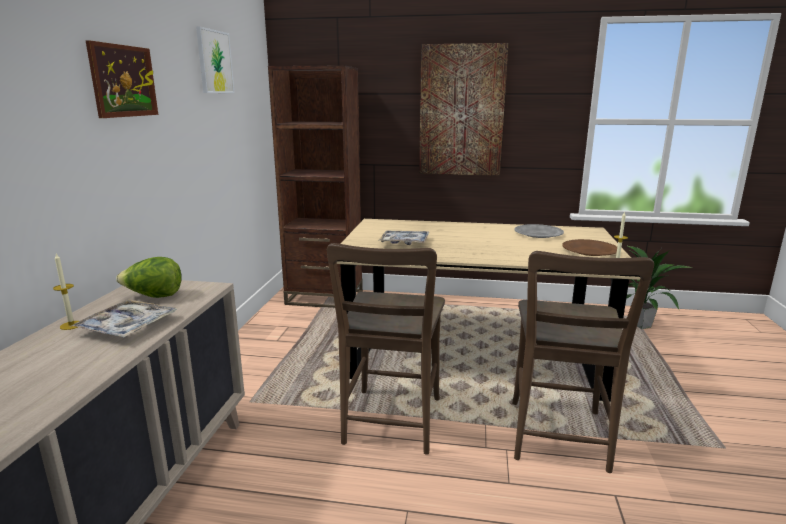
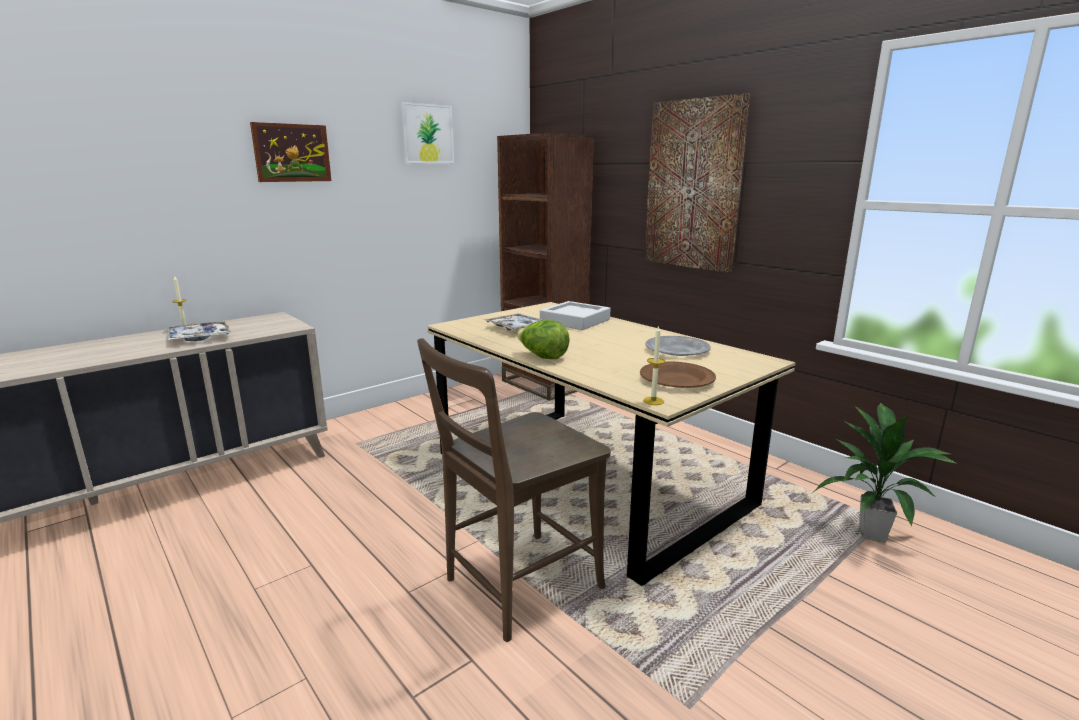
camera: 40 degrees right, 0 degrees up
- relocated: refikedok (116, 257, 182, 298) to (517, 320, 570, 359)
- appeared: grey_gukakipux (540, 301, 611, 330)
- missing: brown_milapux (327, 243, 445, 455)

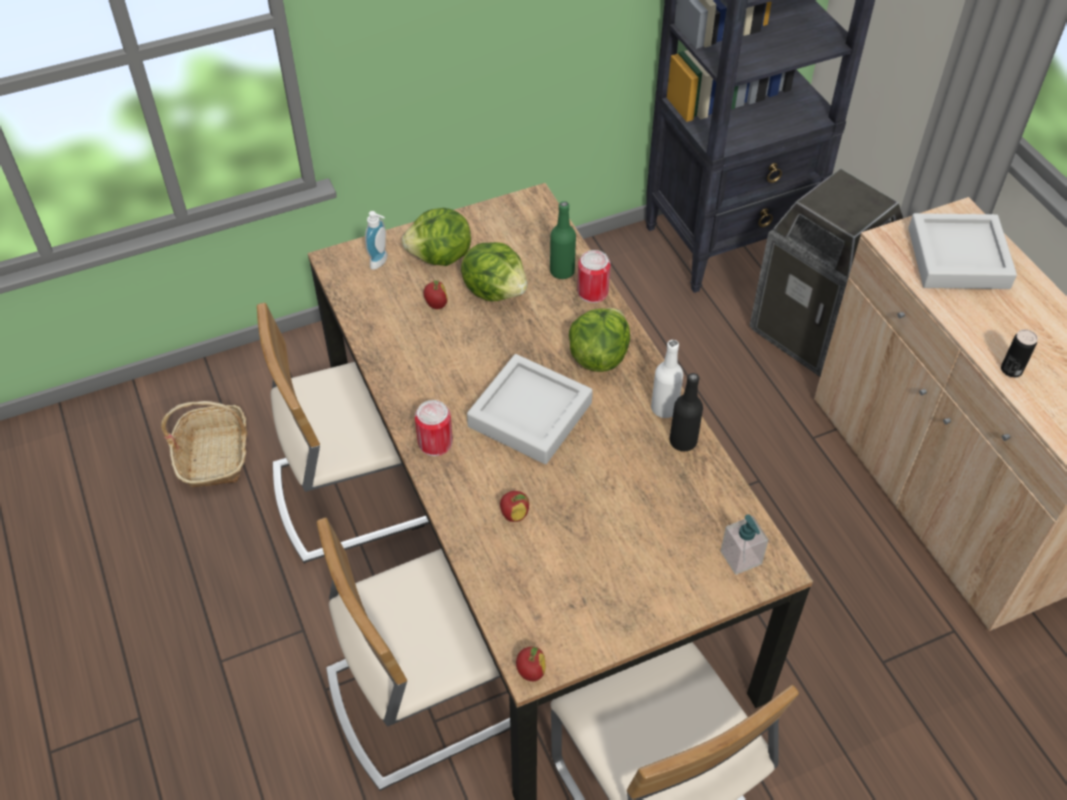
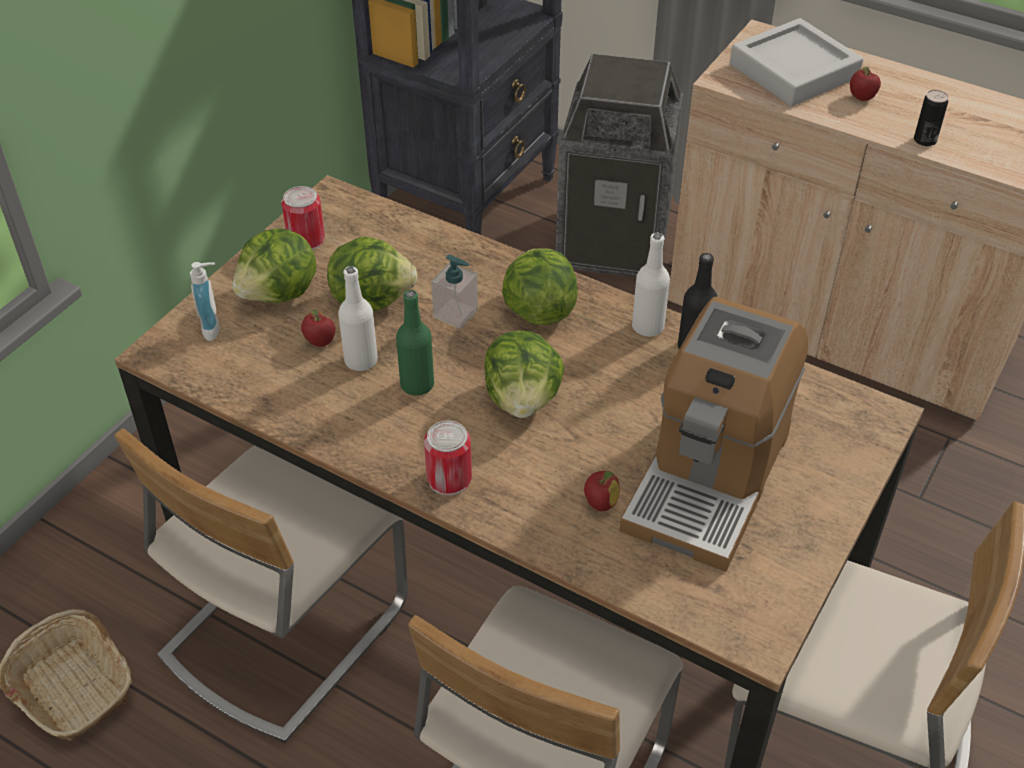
camera: 35 degrees left, 5 degrees down
- relocated: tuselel (577, 250, 611, 303) to (281, 186, 325, 250)
- appeared: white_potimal (338, 266, 378, 371)
- relocated: green_potimal (550, 201, 576, 279) to (396, 290, 434, 396)
- relocated: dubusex (721, 514, 769, 575) to (431, 255, 478, 329)
- exchanged: grey_gukakipux (467, 354, 593, 464) to refikedok (484, 330, 565, 418)
- appeared: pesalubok (619, 297, 808, 572)
- relocated: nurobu (516, 647, 546, 681) to (850, 67, 881, 101)

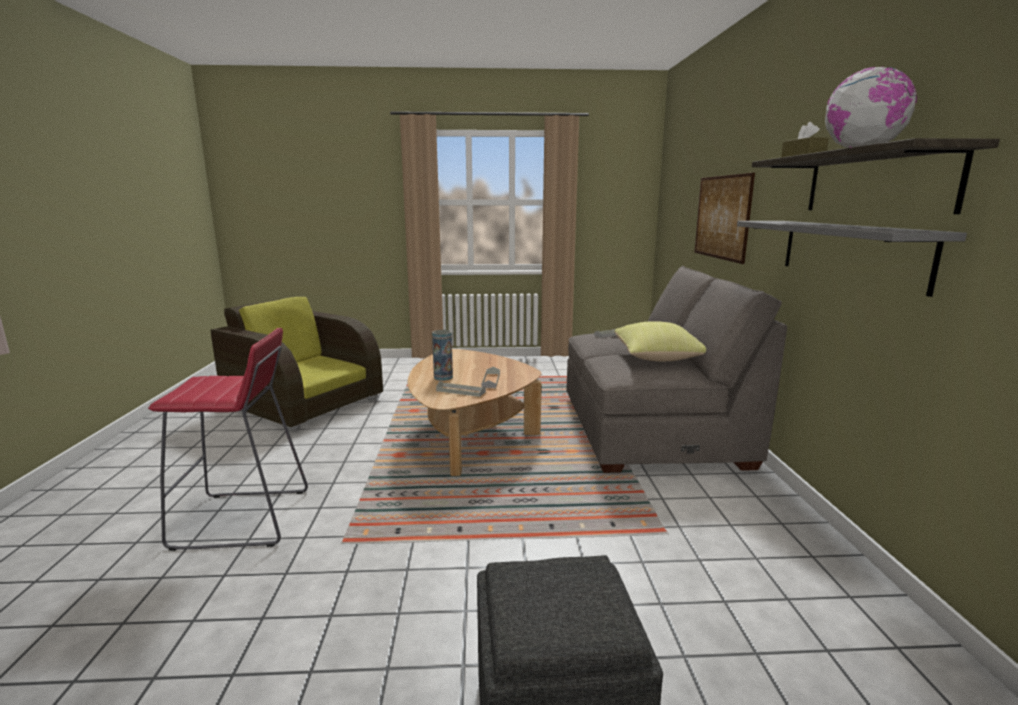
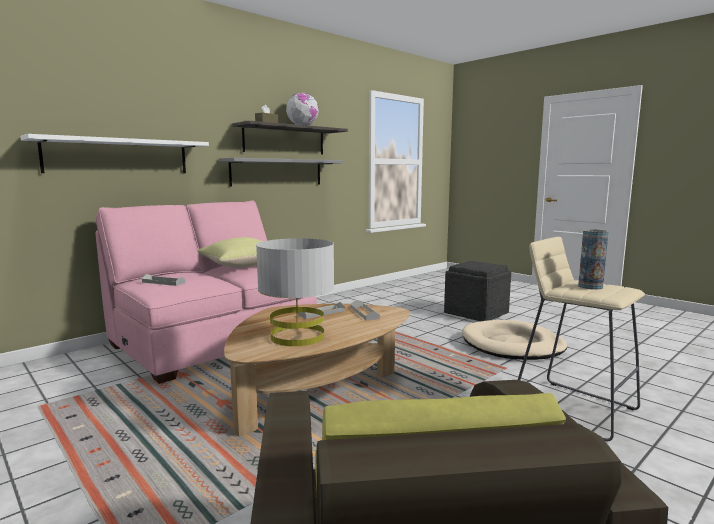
camera: 130 degrees left, 5 degrees down
- exchanged: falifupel (694, 173, 755, 264) to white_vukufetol (20, 134, 209, 173)
- colour: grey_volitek (566, 266, 787, 473) to pink_volitek (95, 201, 317, 384)
- appeared: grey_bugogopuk (256, 238, 334, 346)
- appeared: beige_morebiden (462, 320, 567, 360)
- colour: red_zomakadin (148, 328, 308, 551) to beige_zomakadin (518, 237, 645, 442)
- relocated: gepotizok (432, 330, 453, 381) to (578, 229, 609, 290)

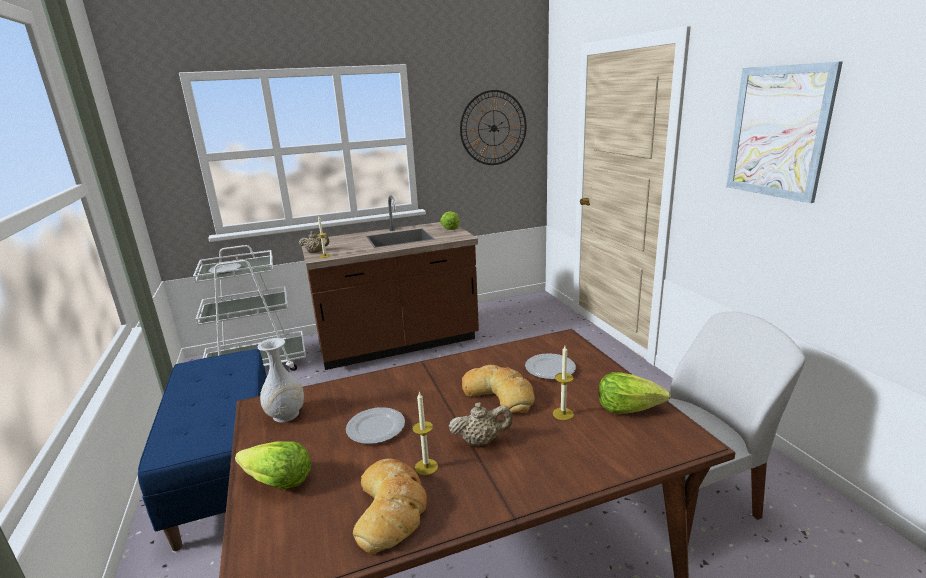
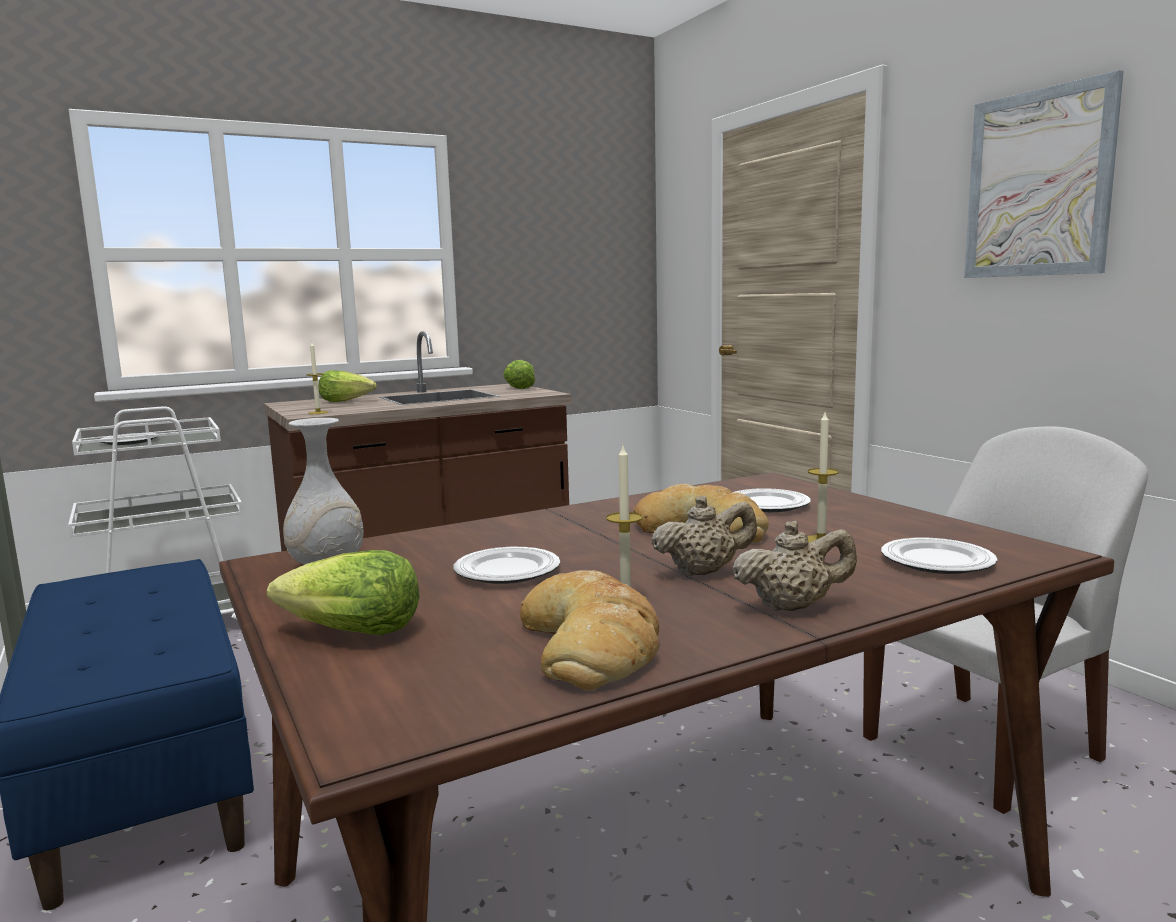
camera: 10 degrees left, 10 degrees down
- relocated: refikedok (599, 372, 671, 414) to (319, 370, 377, 402)
- relocated: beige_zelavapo (299, 231, 329, 253) to (732, 521, 857, 611)
- appeared: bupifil (881, 538, 998, 574)
- missing: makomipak (460, 90, 527, 165)

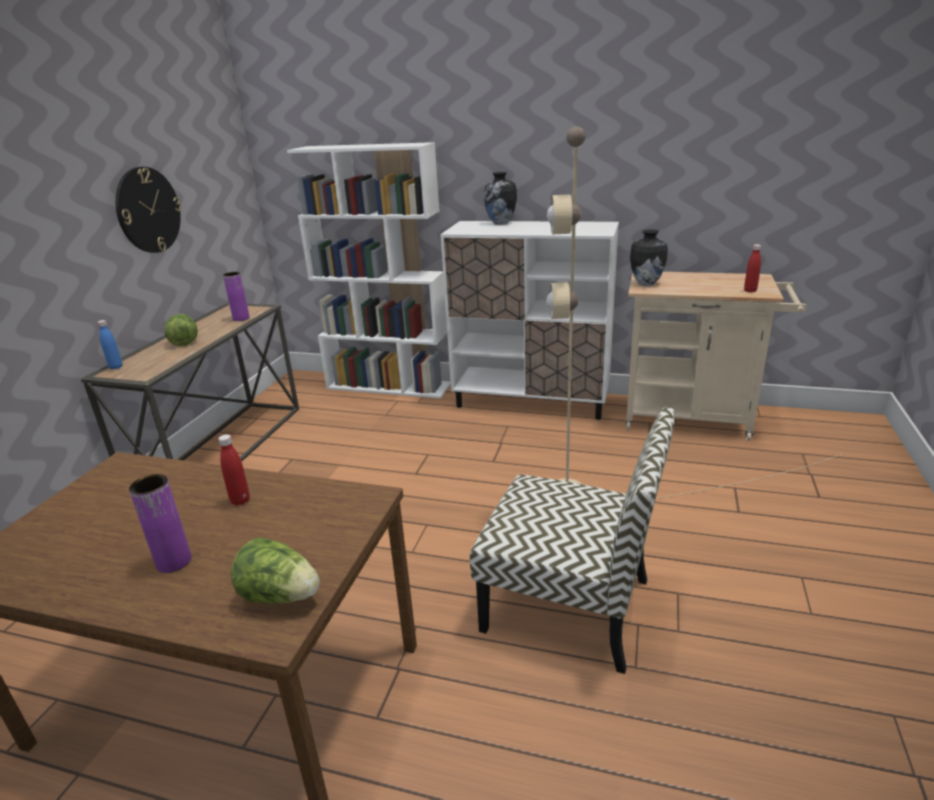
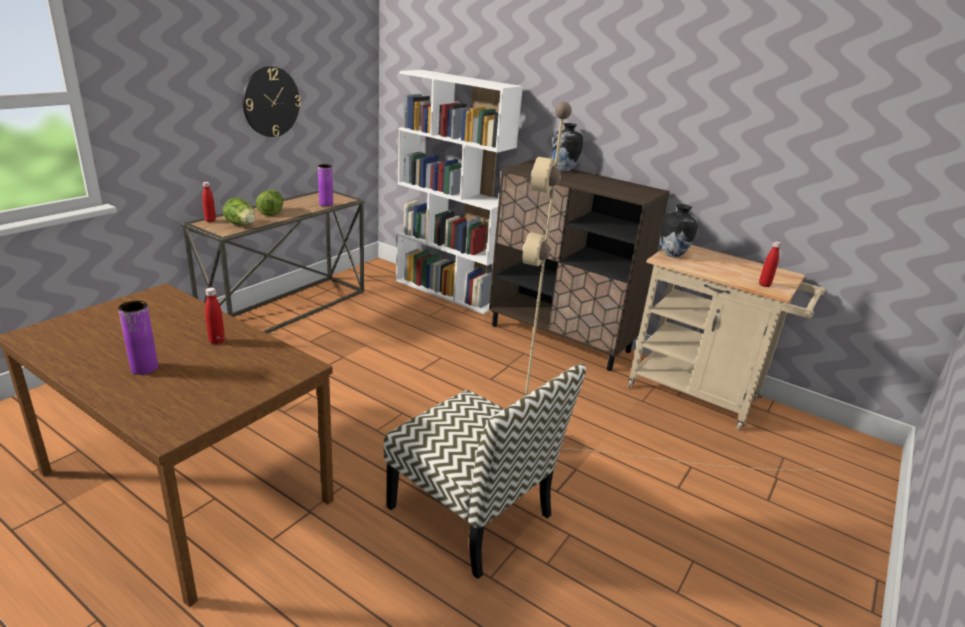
camera: 15 degrees right, 0 degrees up
- colour: blue_potimal (97, 320, 122, 369) to red_potimal (202, 182, 216, 222)
- relocated: refikedok (231, 538, 320, 604) to (223, 197, 256, 225)
- colour: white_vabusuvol (441, 221, 619, 420) to brown_vabusuvol (489, 160, 670, 371)

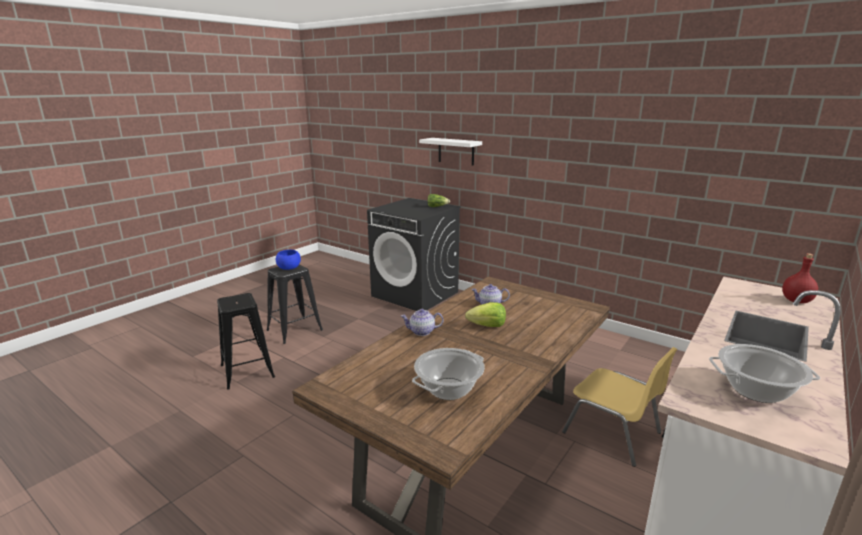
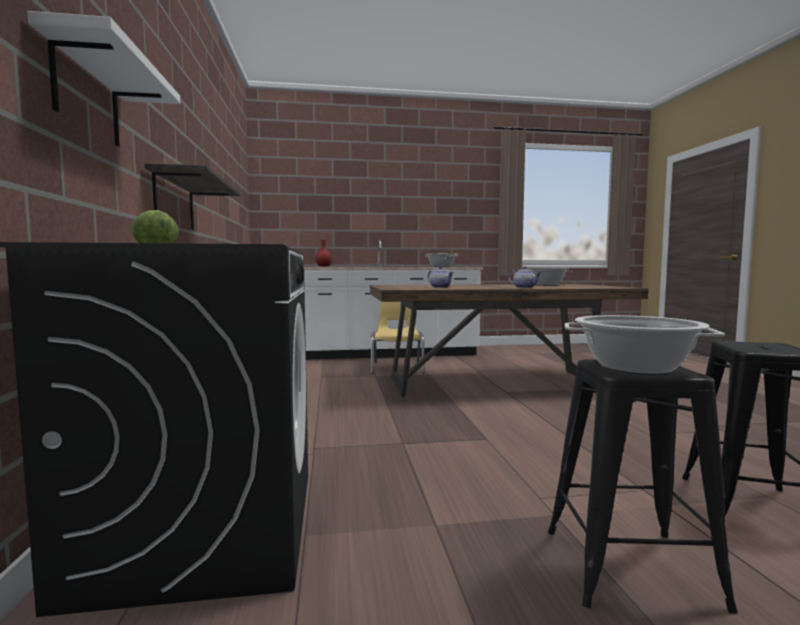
camera: 135 degrees left, 15 degrees down
- appeared: vukufetol (144, 163, 241, 229)
- exchanged: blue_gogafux (276, 250, 301, 270) to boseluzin (564, 315, 725, 375)
- missing: refikedok (465, 302, 506, 327)

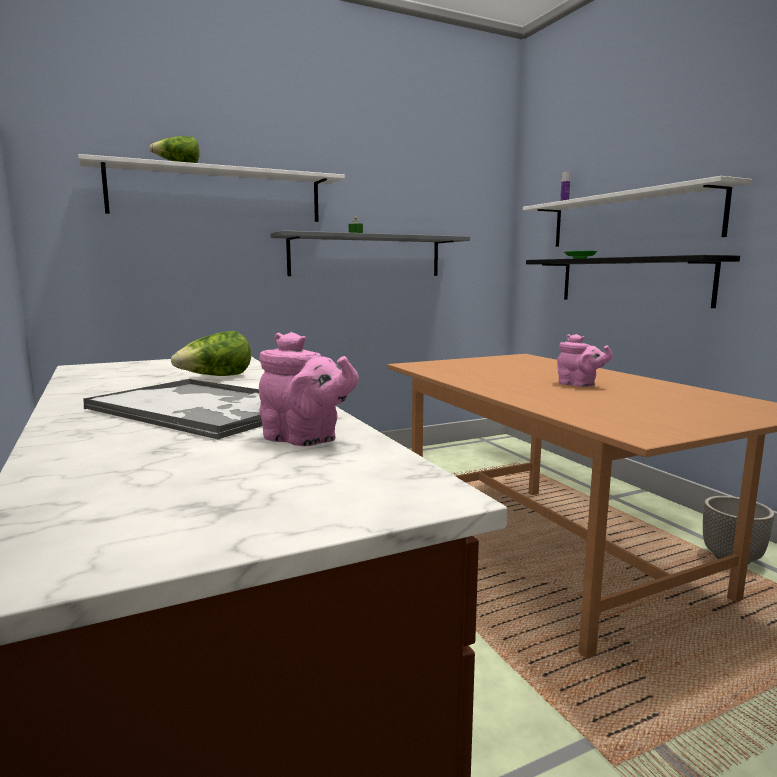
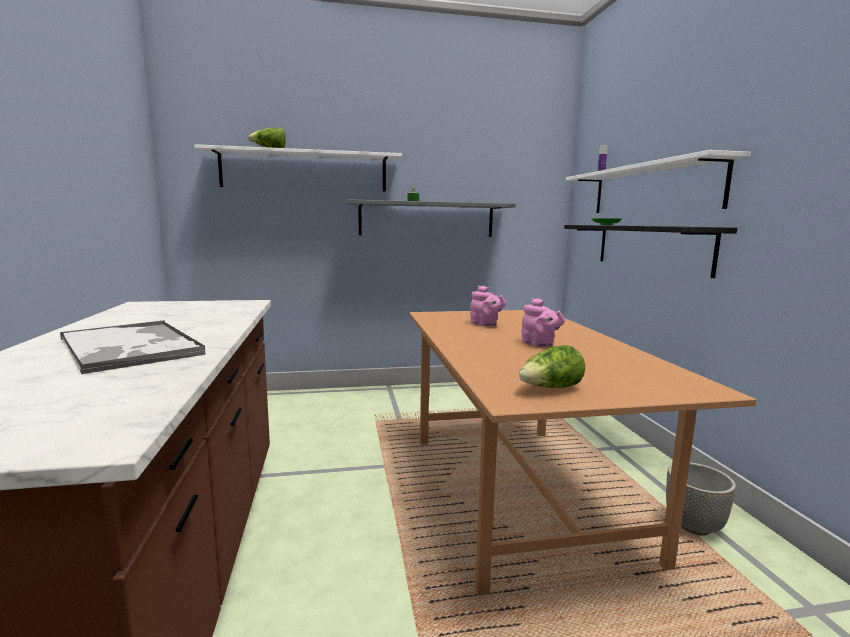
camera: 15 degrees right, 0 degrees up
- relocated: pink_zelavapo (259, 332, 359, 446) to (470, 286, 506, 326)
- relocated: refikedok (171, 331, 251, 376) to (519, 345, 585, 388)

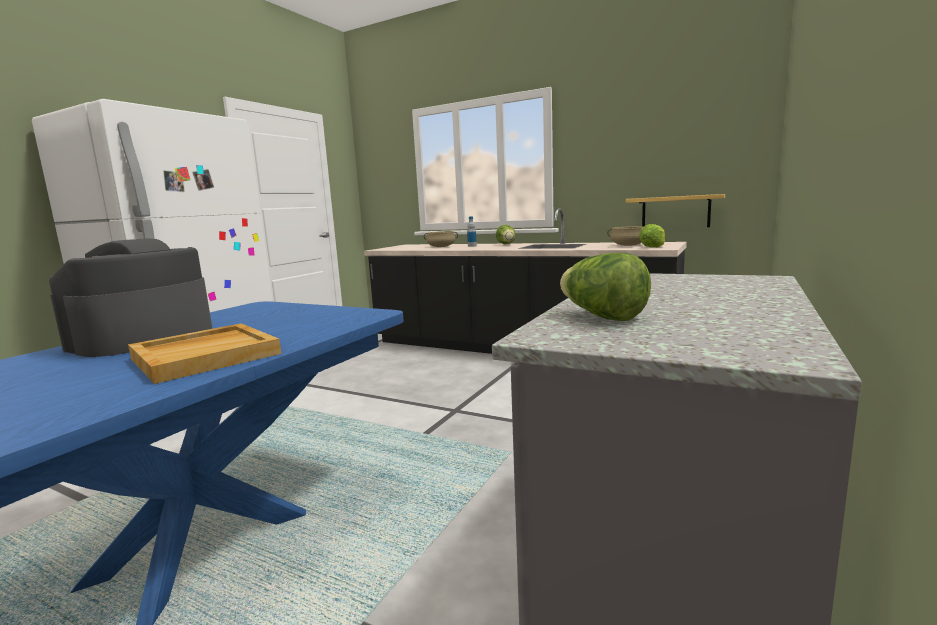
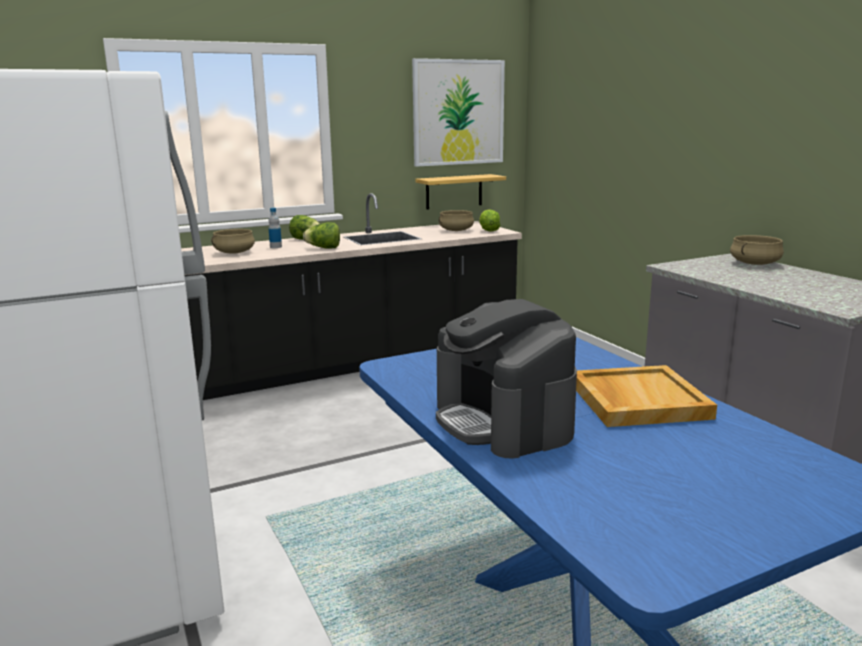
camera: 55 degrees left, 5 degrees up
- relocated: refikedok (560, 252, 651, 321) to (303, 222, 340, 249)
- appeared: falifupel (412, 58, 505, 167)
- appeared: beige_boseluzin (730, 235, 784, 265)

